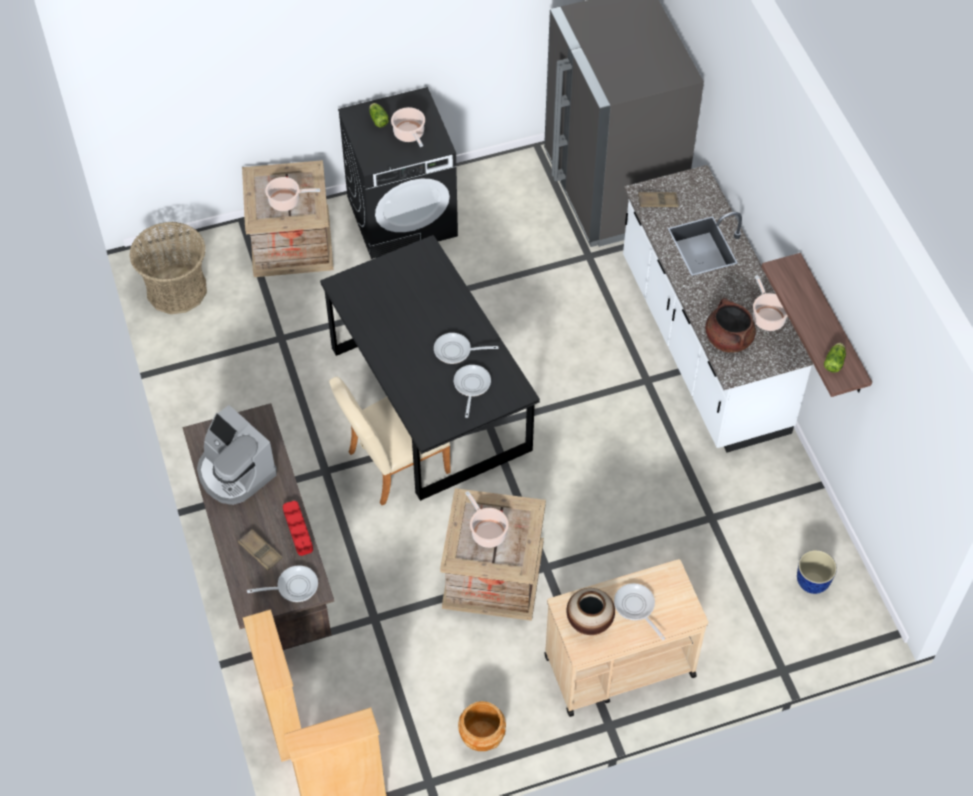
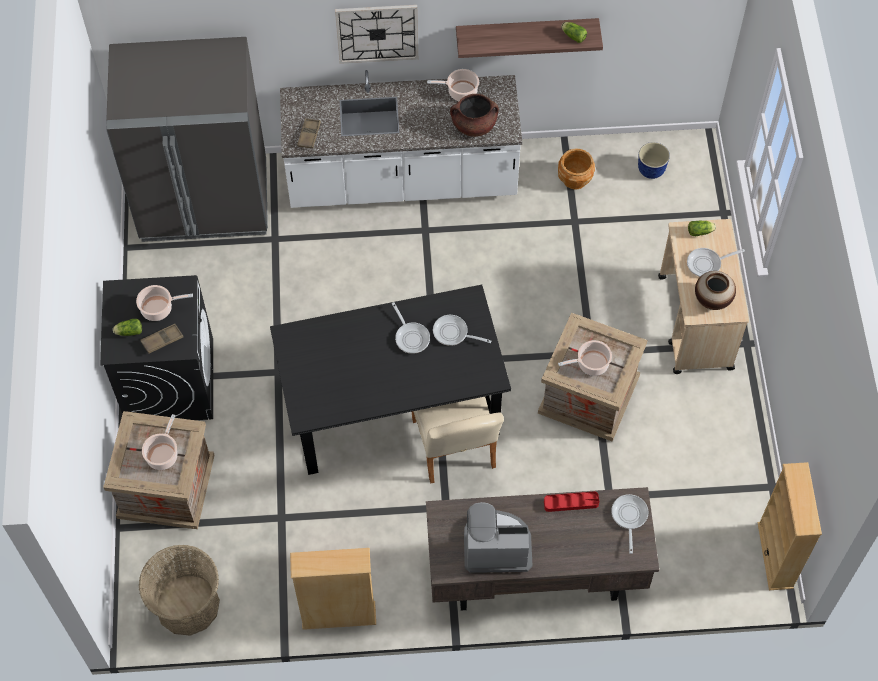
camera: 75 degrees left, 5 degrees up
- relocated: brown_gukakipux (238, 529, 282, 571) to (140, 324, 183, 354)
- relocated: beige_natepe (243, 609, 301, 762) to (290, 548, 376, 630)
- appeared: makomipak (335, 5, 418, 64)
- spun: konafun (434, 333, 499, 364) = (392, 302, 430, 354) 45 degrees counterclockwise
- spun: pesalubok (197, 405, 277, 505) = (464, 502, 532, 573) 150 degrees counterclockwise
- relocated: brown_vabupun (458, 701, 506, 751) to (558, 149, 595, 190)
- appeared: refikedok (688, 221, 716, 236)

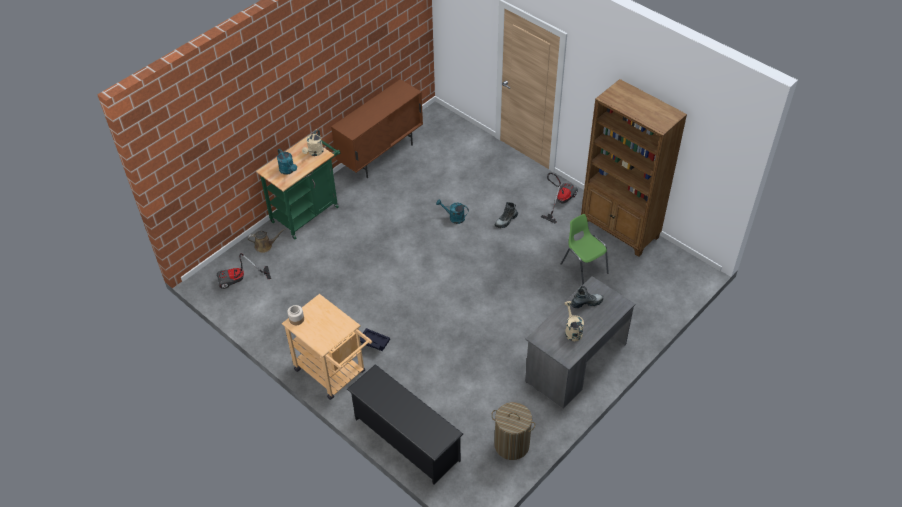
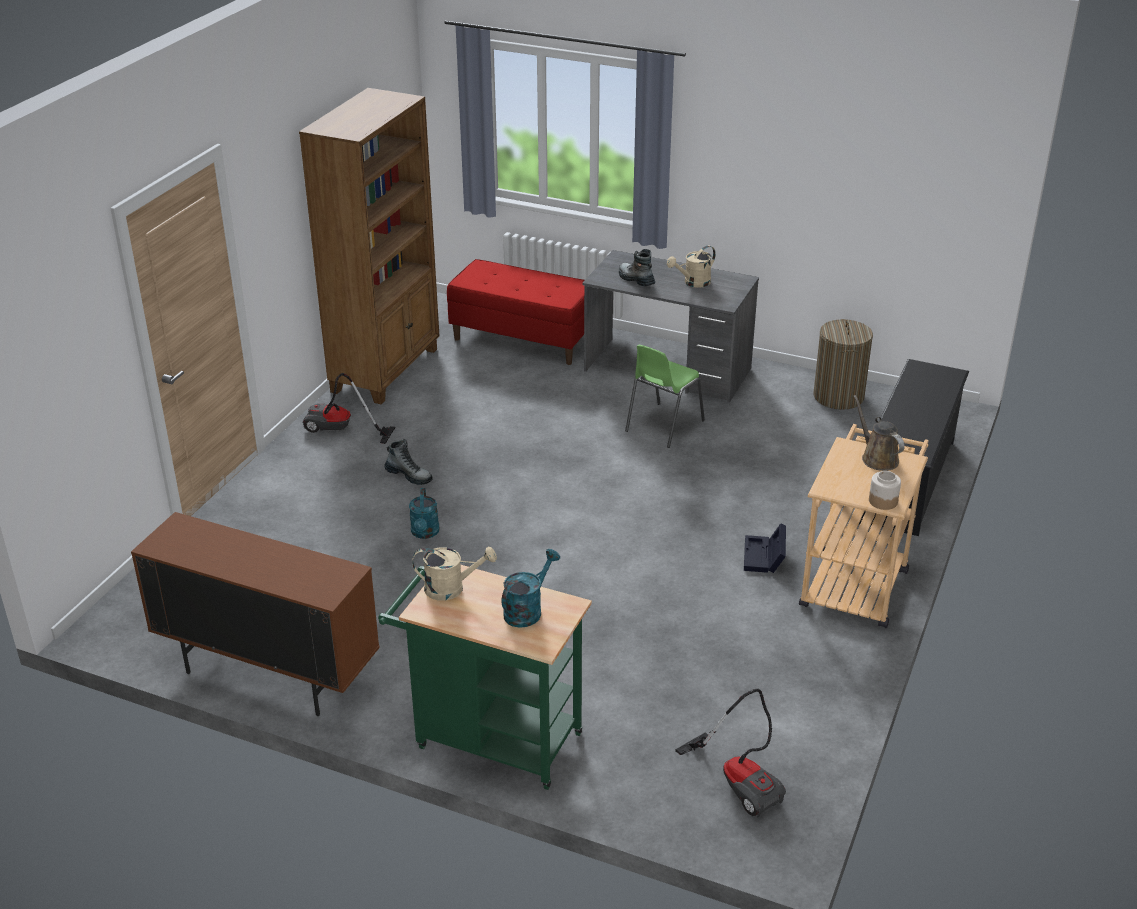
camera: 110 degrees left, 15 degrees down
- appeared: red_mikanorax (447, 259, 585, 365)
- relocated: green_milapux (561, 214, 609, 285) to (625, 345, 705, 448)
- relocated: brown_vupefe (248, 229, 285, 253) to (853, 395, 905, 471)

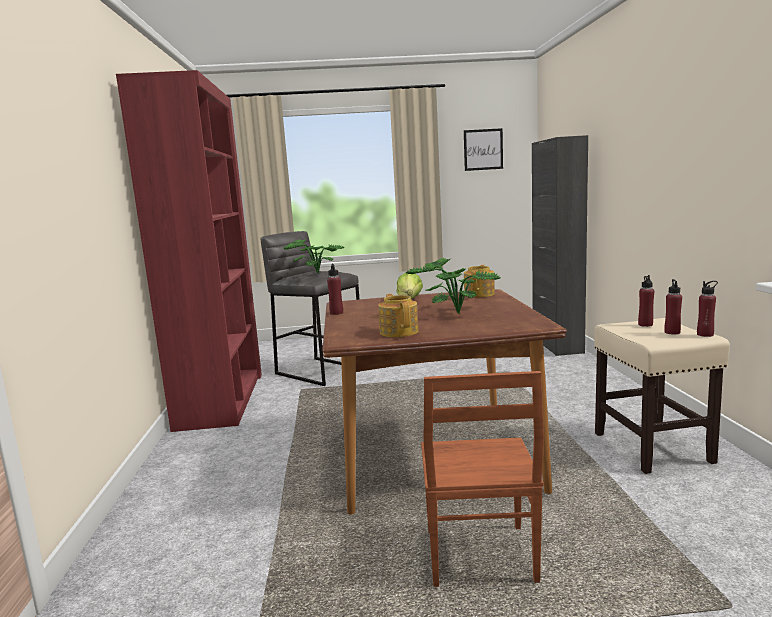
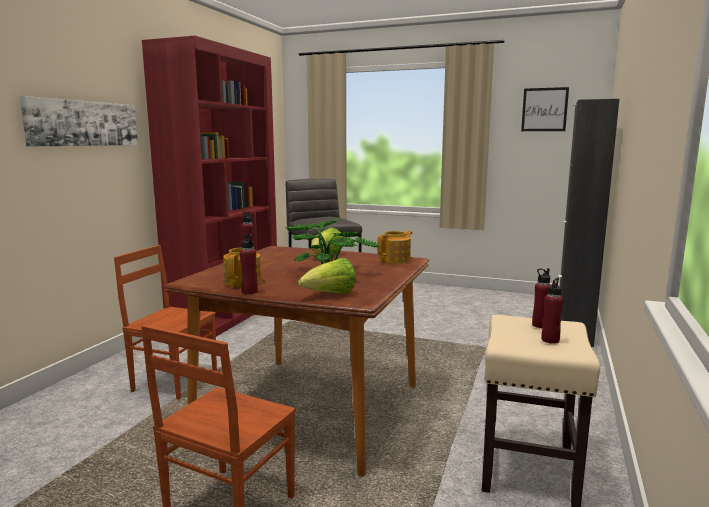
camera: 25 degrees right, 0 degrees up
- appeared: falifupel (20, 96, 138, 146)
- appeared: brown_milapux (114, 245, 217, 399)
- relocated: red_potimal (697, 281, 718, 337) to (240, 233, 258, 294)
- appeared: refikedok (298, 258, 356, 293)
- missing: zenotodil (284, 239, 345, 274)

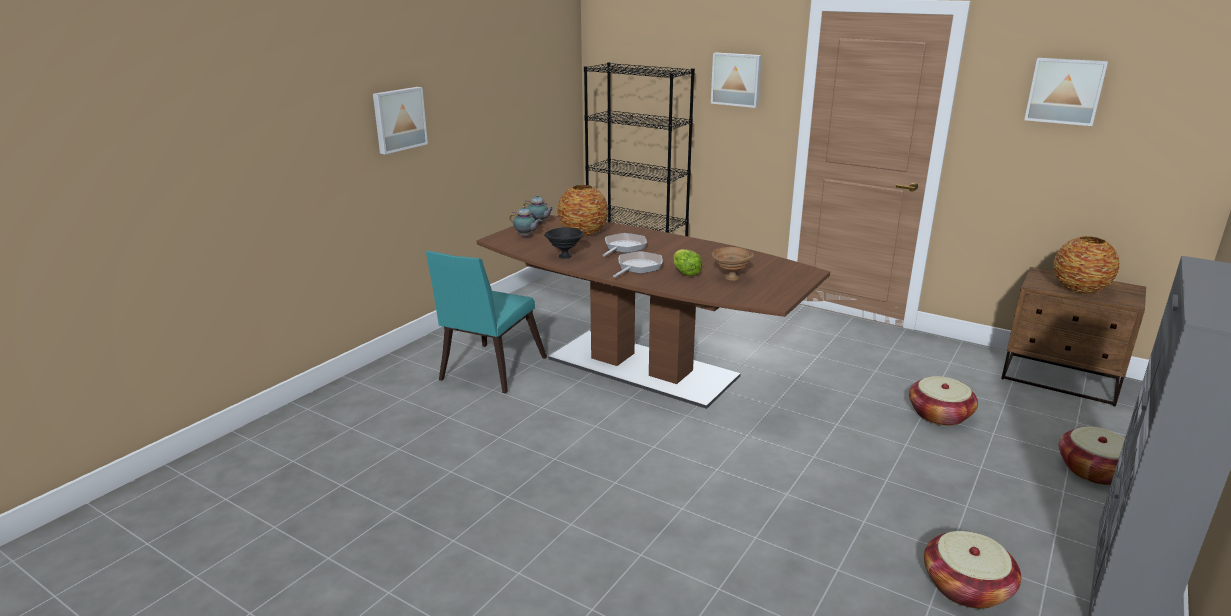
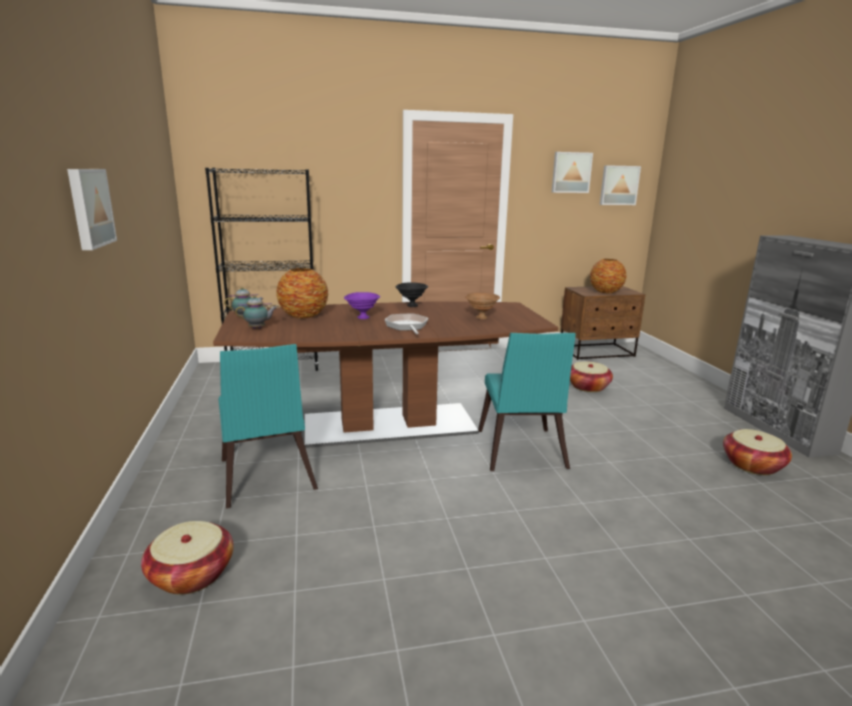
camera: 45 degrees left, 5 degrees down
- relocated: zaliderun (1059, 427, 1125, 485) to (141, 521, 234, 595)
- exchanged: konafun (603, 233, 647, 256) to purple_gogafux (344, 292, 380, 319)
- relocated: black_gogafux (544, 227, 584, 259) to (396, 282, 428, 307)
- appeared: turquoise_milapux (478, 333, 576, 471)
- relocated: falifupel (711, 53, 762, 108) to (600, 165, 641, 205)
- missing: refikedok (673, 249, 702, 276)

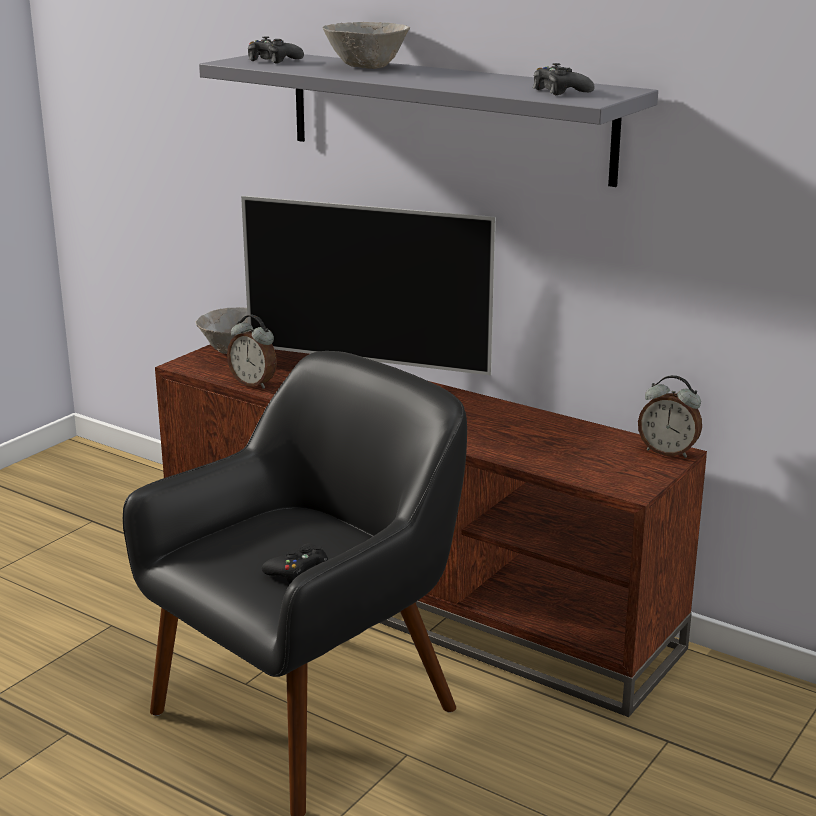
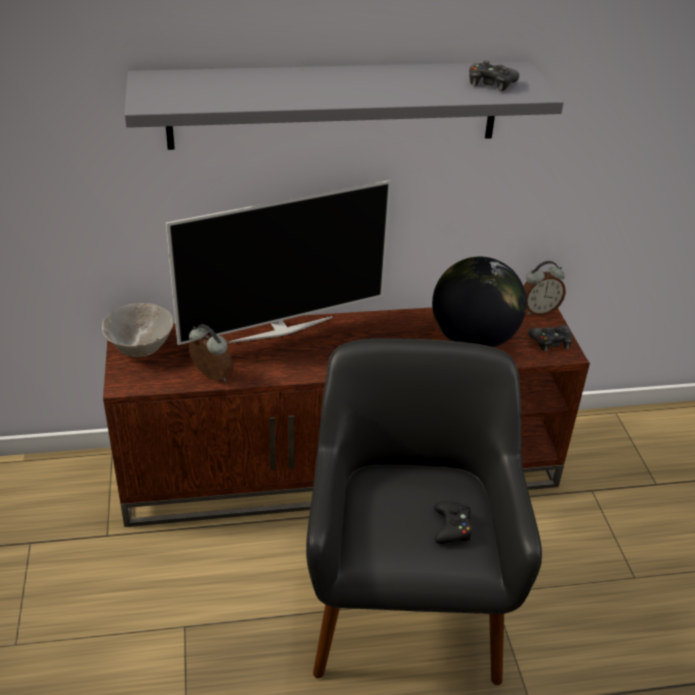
camera: 45 degrees left, 15 degrees up
- spun: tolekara (227, 315, 277, 389) = (189, 324, 233, 382) 135 degrees counterclockwise
- appeared: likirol (432, 257, 527, 347)
- relocated: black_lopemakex (248, 36, 304, 64) to (528, 325, 572, 351)
- missing: grey_gogafux (322, 22, 410, 69)

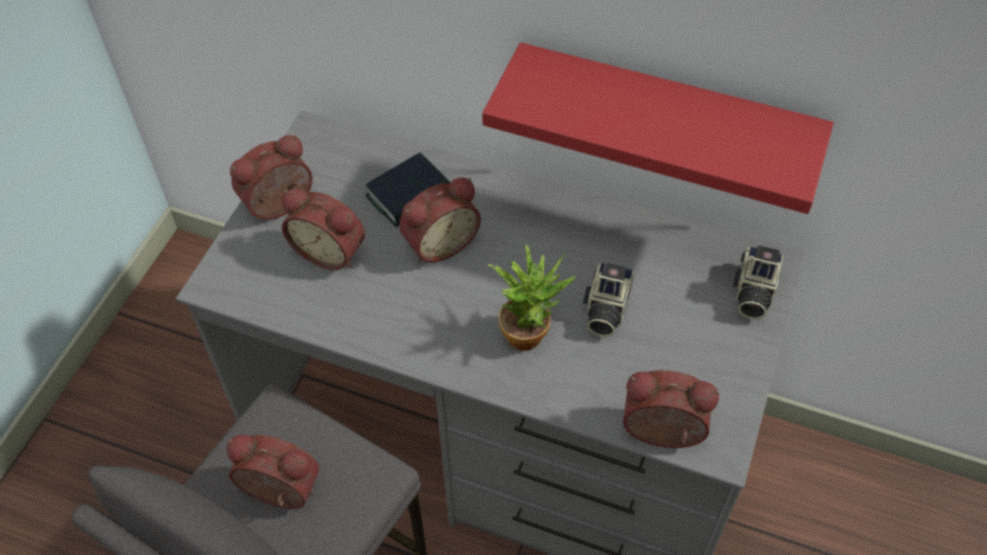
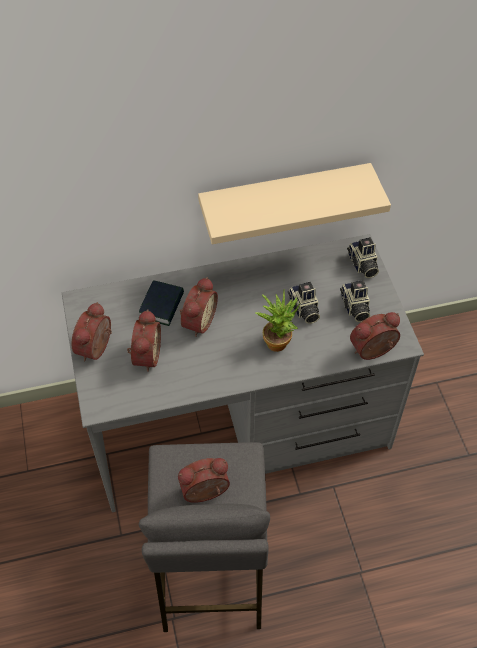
camera: 35 degrees left, 0 degrees up
- spun: tolekara (282, 188, 365, 270) = (127, 309, 161, 372) 75 degrees counterclockwise
- colour: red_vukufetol (482, 42, 834, 214) to beige_vukufetol (198, 163, 391, 244)
- appeared: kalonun (340, 280, 370, 322)

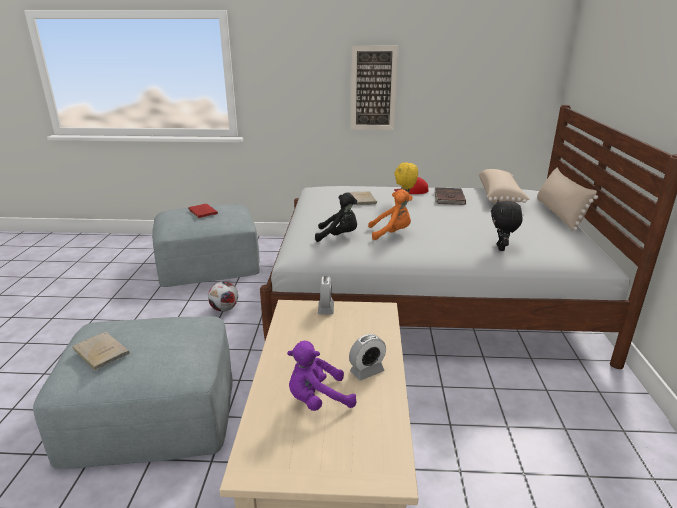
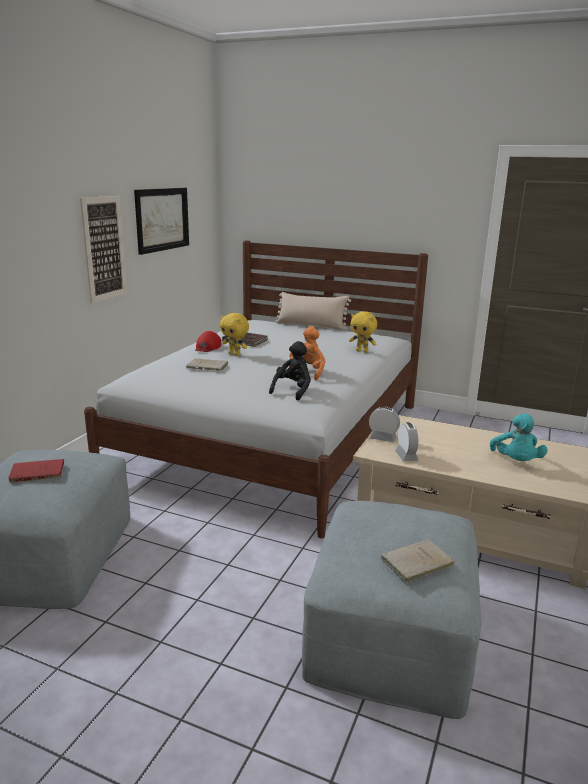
camera: 70 degrees left, 5 degrees down
- appeared: falifupel (134, 188, 189, 255)
- colour: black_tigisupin (491, 200, 523, 251) to yellow_tigisupin (349, 311, 377, 353)
- relocated: tolekara (349, 334, 386, 381) to (395, 422, 419, 461)
- colour: purple_tigisupin (287, 341, 356, 411) to turquoise_tigisupin (490, 414, 547, 461)
- missing: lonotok (208, 281, 238, 312)
- missing: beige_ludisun (479, 169, 530, 203)

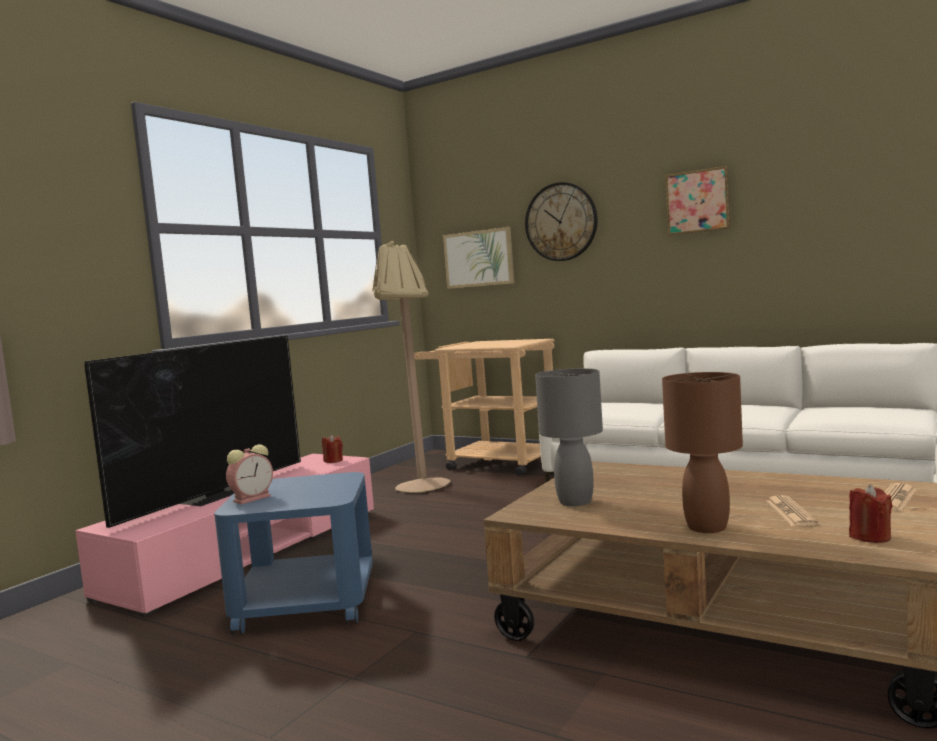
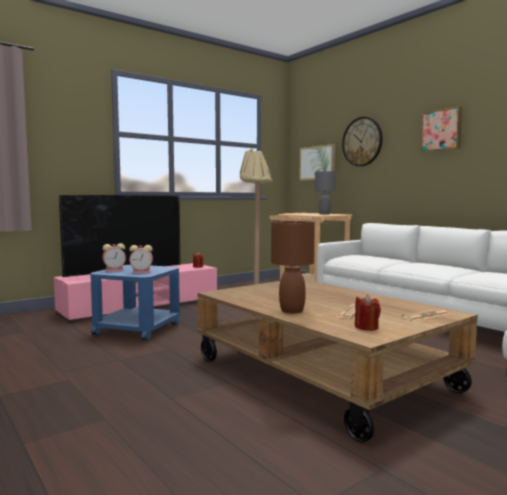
camera: 20 degrees right, 0 degrees up
- appeared: tolekara (129, 245, 153, 273)
- relocated: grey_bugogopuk (535, 368, 603, 506) to (315, 171, 336, 214)

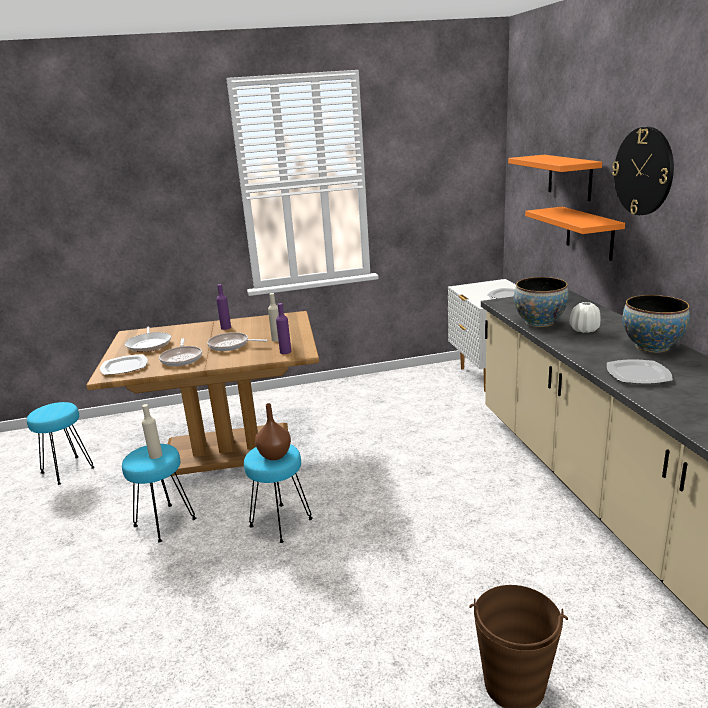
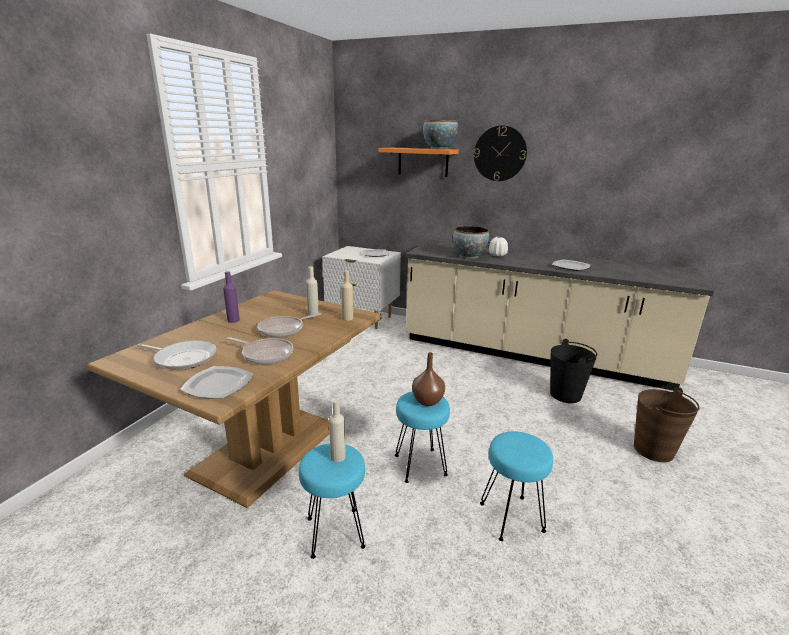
camera: 55 degrees left, 0 degrees up
- colour: purple_potimal (276, 303, 292, 354) to beige_potimal (341, 270, 353, 321)
- relocated: gogafux (623, 295, 690, 353) to (423, 120, 458, 150)
- relocated: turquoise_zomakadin (27, 402, 95, 485) to (480, 432, 553, 541)
- appeared: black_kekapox (550, 339, 597, 403)
- missing: orange_vukufetol (525, 207, 625, 261)

